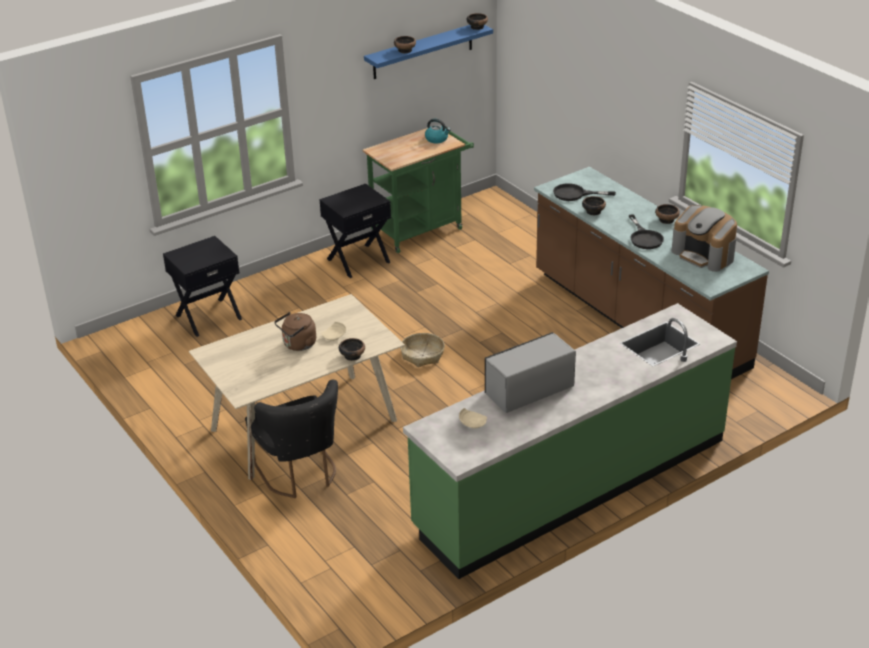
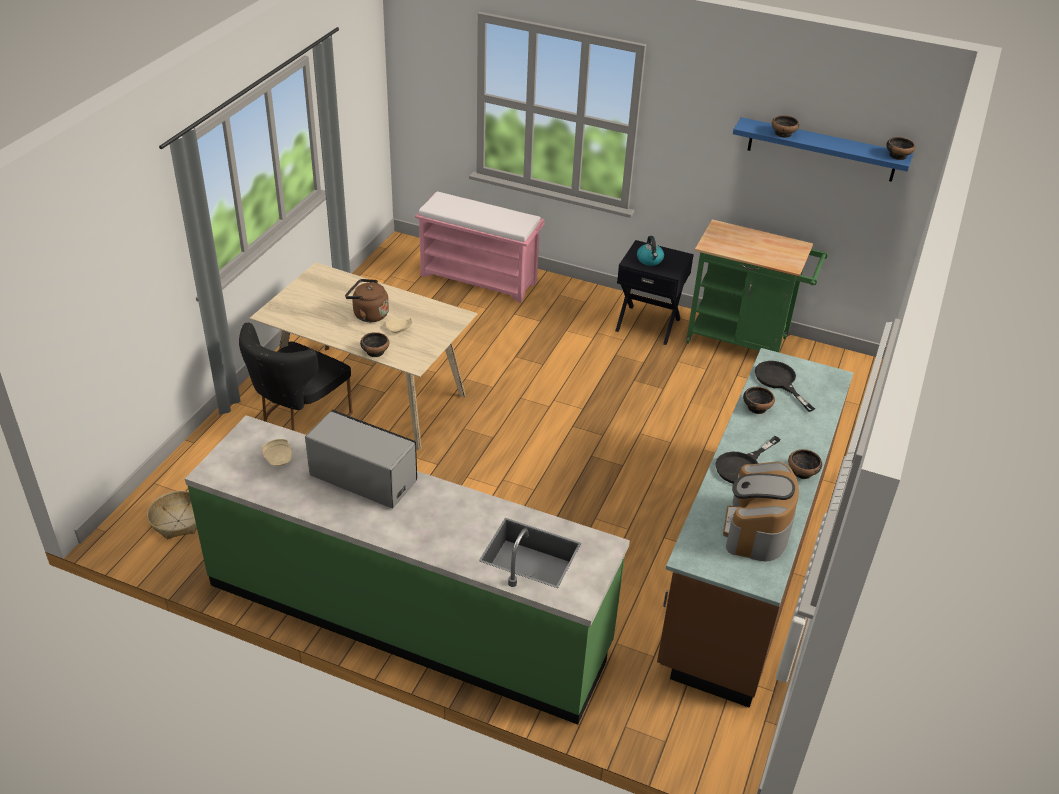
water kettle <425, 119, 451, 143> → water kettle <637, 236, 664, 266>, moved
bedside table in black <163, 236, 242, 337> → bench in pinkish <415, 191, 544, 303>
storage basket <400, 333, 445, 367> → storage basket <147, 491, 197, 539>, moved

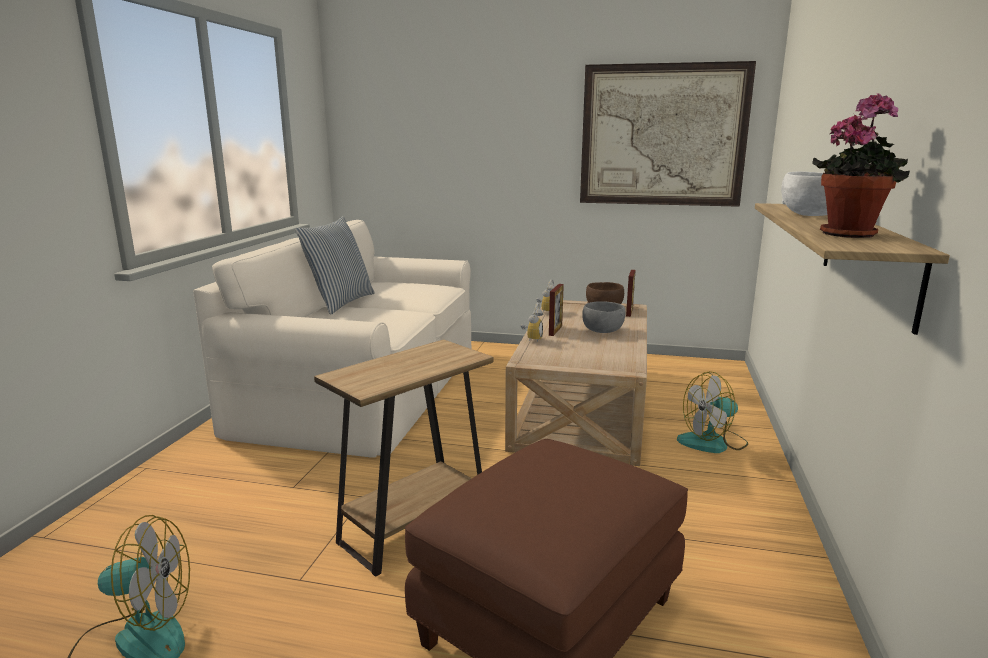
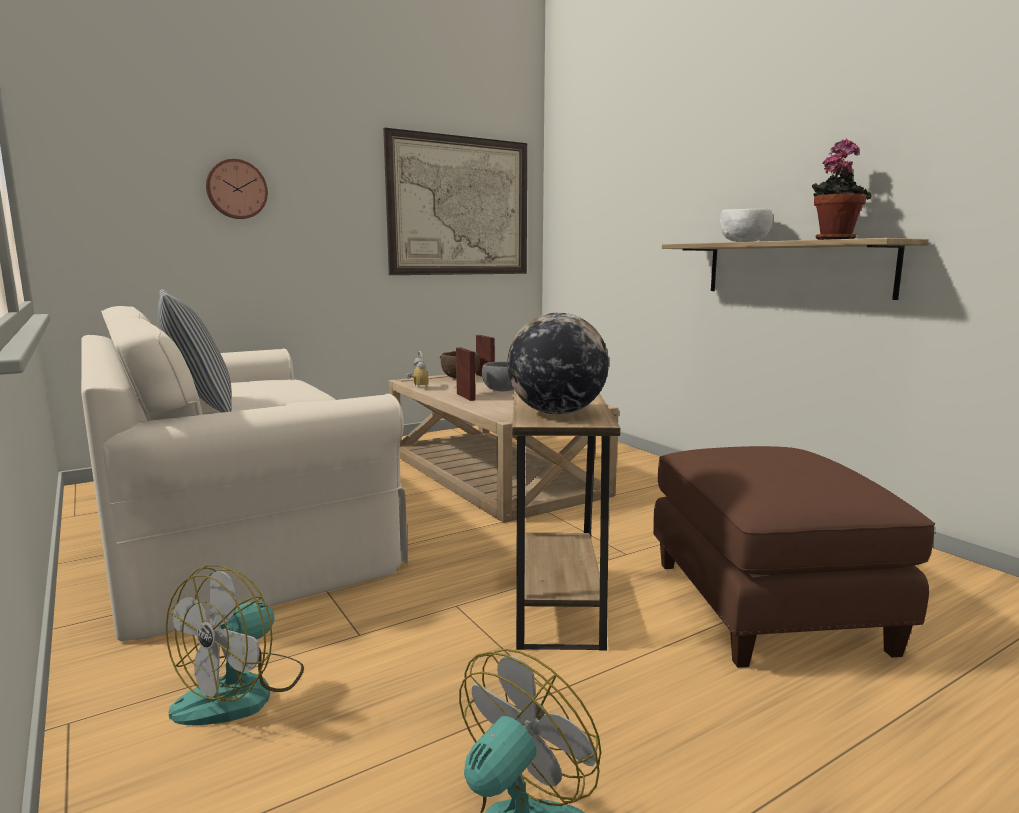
bedside clock <520, 303, 543, 342> → -
cooling fan <677, 371, 748, 453> → cooling fan <166, 565, 304, 725>, moved
- → wall clock <206, 159, 268, 219>
- → globe <507, 313, 609, 415>

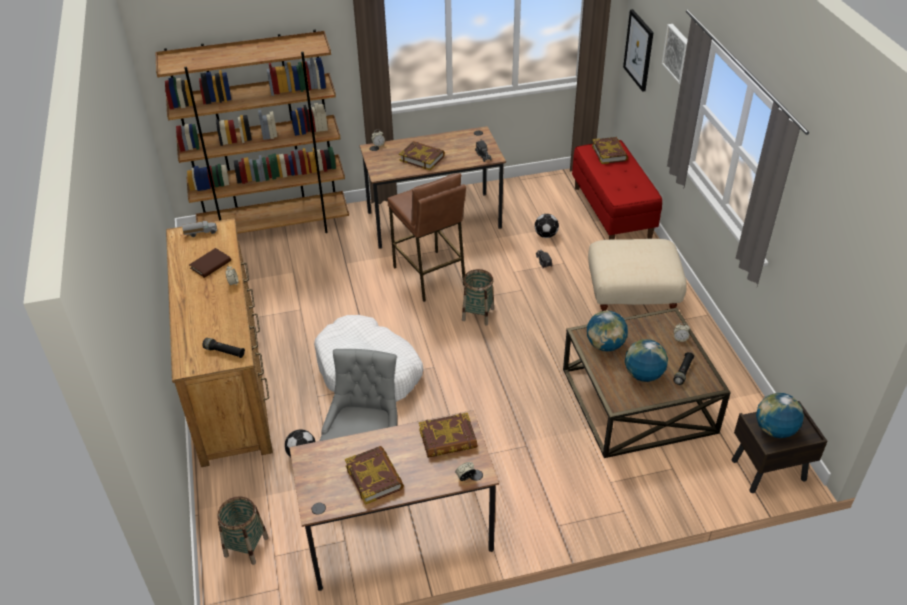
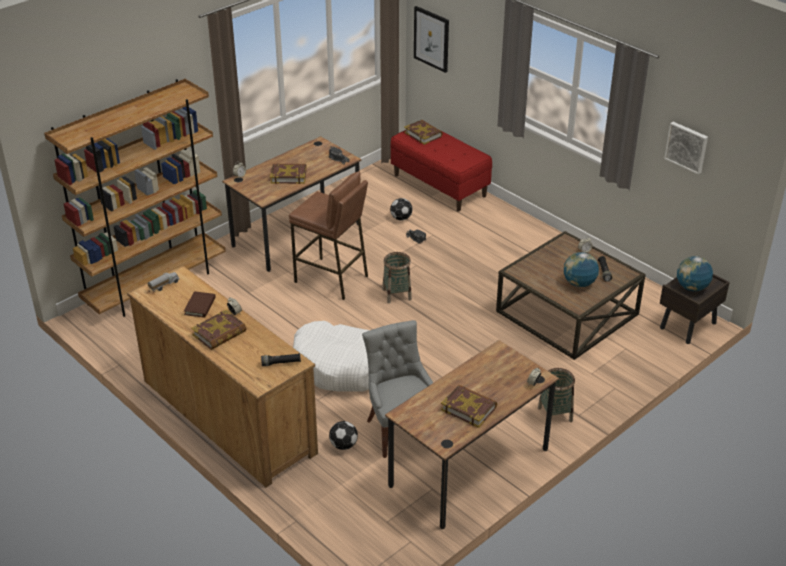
picture <662, 24, 688, 84> → picture <664, 122, 708, 174>, moved
ottoman in sand-coloured <588, 239, 687, 311> → -
globe <587, 311, 628, 352> → -
bound book <419, 413, 477, 458> → bound book <191, 310, 247, 350>, moved
storage basket <217, 497, 269, 565> → storage basket <538, 368, 575, 422>, moved

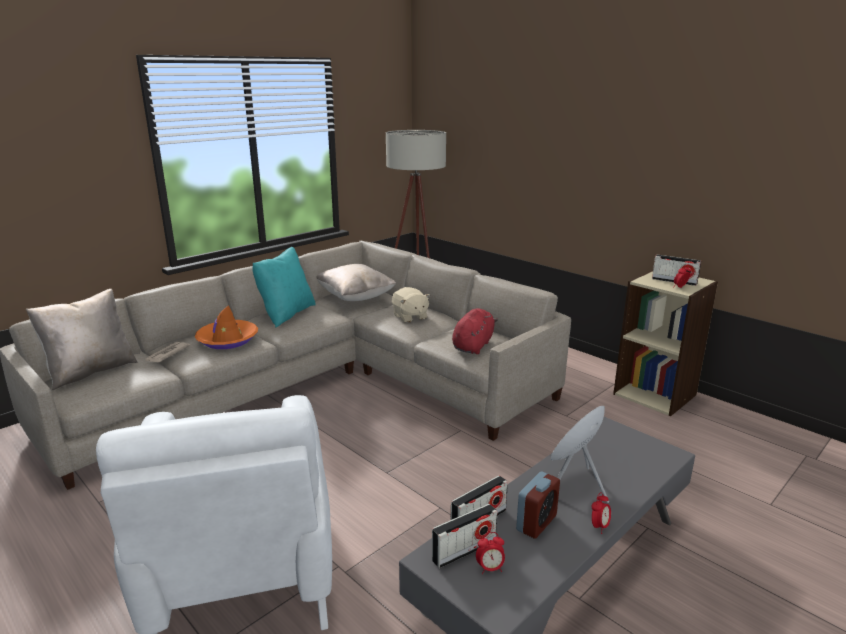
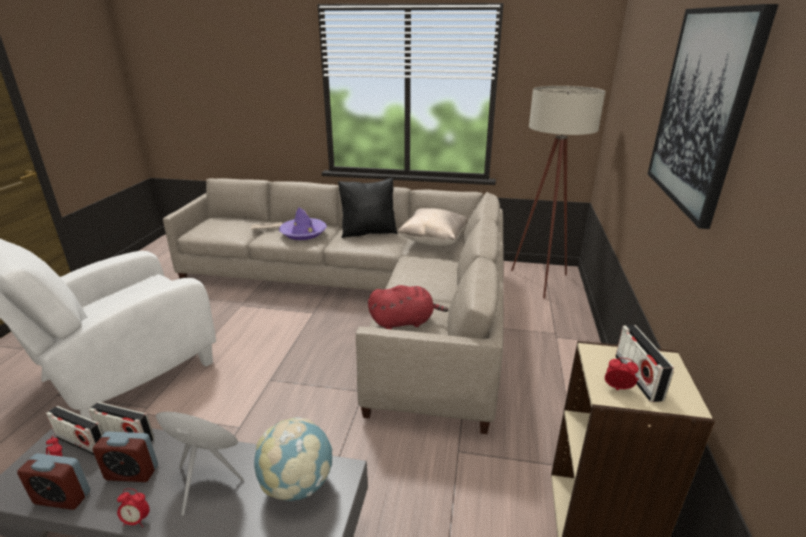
pillow in turquoise-coloured <252, 247, 316, 327> → pillow in black <338, 178, 397, 238>
cuddly toy in sand-coloured <392, 287, 430, 323> → -
pillow in sand-coloured <26, 289, 138, 390> → -
hat in orange-coloured <194, 305, 258, 349> → hat in purplish <279, 207, 327, 240>
- → picture <648, 4, 779, 229>
- → globe <254, 417, 333, 501>
- → bedside clock <17, 453, 90, 510>

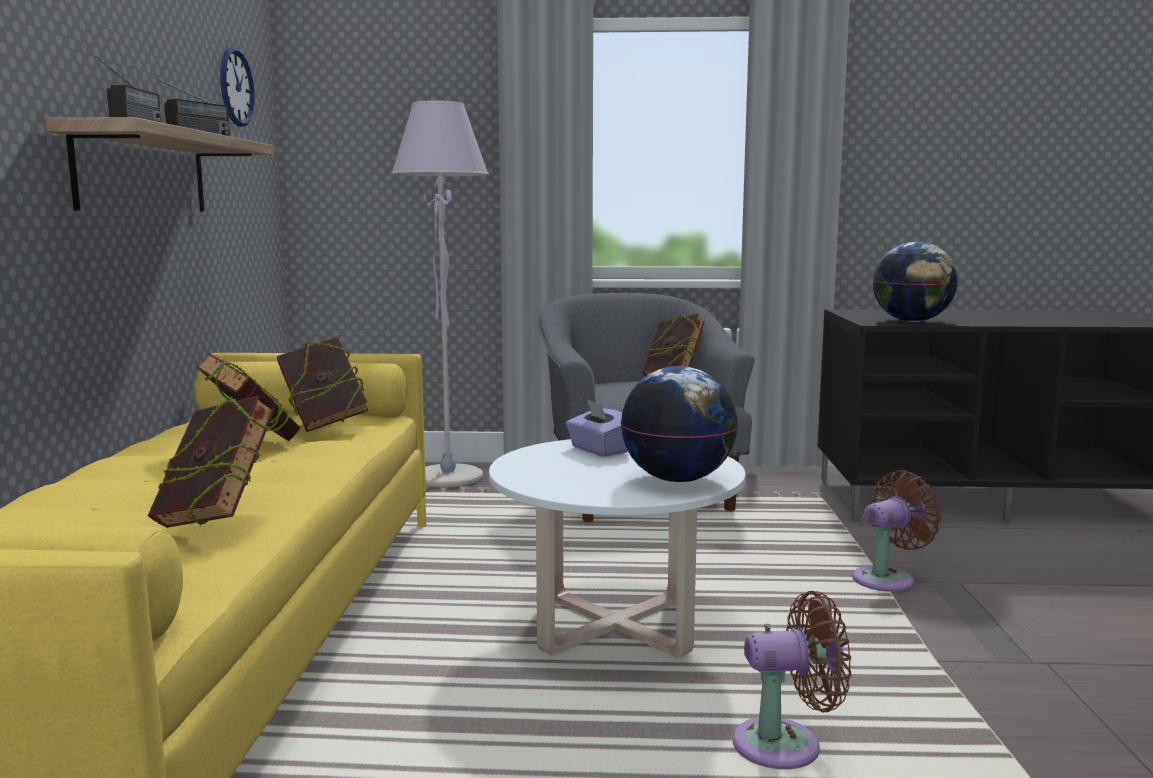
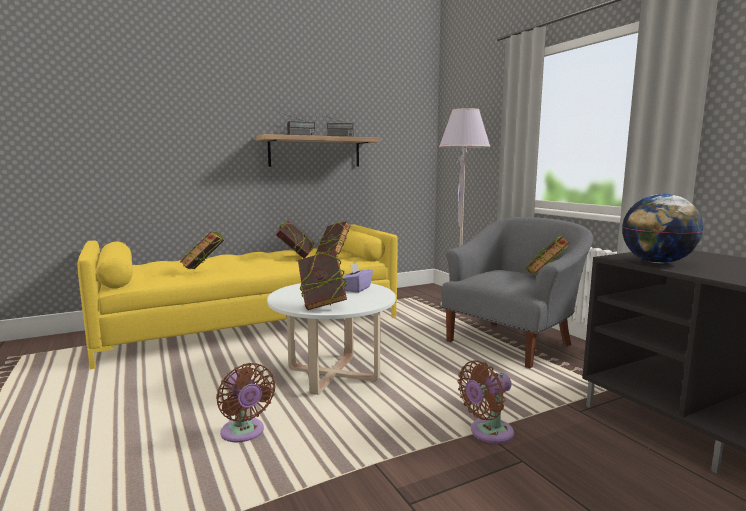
wall clock <220, 47, 254, 127> → -
globe <620, 366, 738, 482> → bound book <298, 250, 347, 310>
cooling fan in brown-coloured <852, 470, 941, 593> → cooling fan in brown-coloured <458, 360, 514, 444>, 120 degrees clockwise

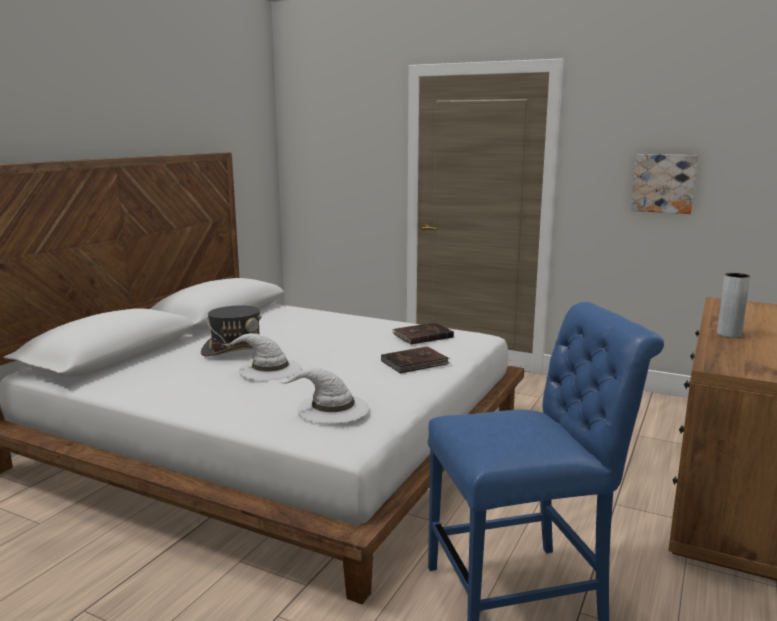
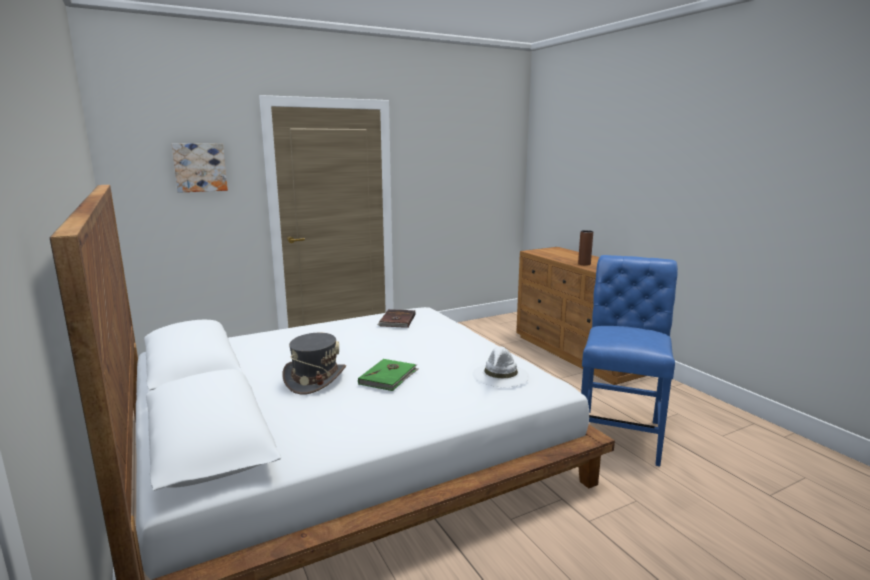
picture <631, 154, 698, 214> → picture <171, 143, 228, 193>, moved
flower vase in gray <717, 273, 750, 338> → flower vase in brown-coloured <578, 230, 593, 266>
hat in whitish <223, 333, 301, 380> → bound book in green <358, 359, 419, 391>
bound book in brown-coloured <381, 346, 450, 373> → -

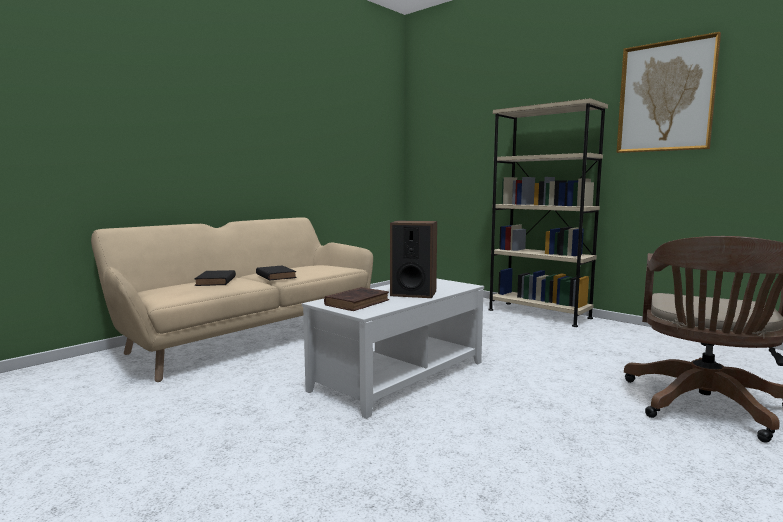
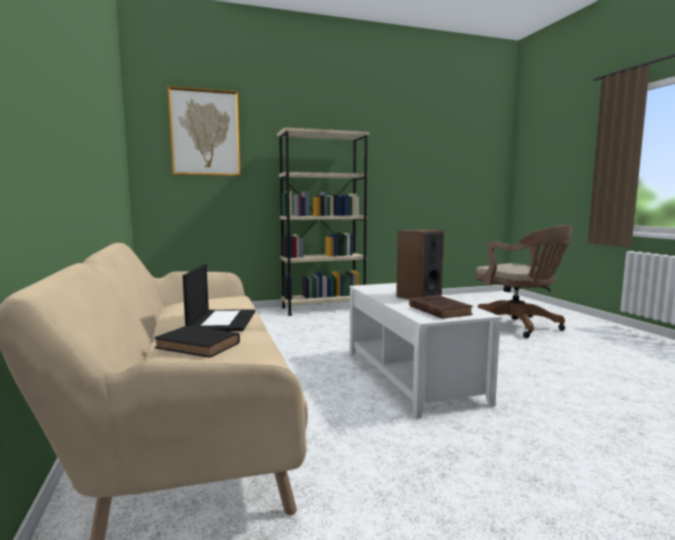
picture <616, 32, 721, 153> → picture <167, 86, 241, 176>, moved
bound book in black <256, 266, 297, 281> → laptop <183, 264, 255, 331>

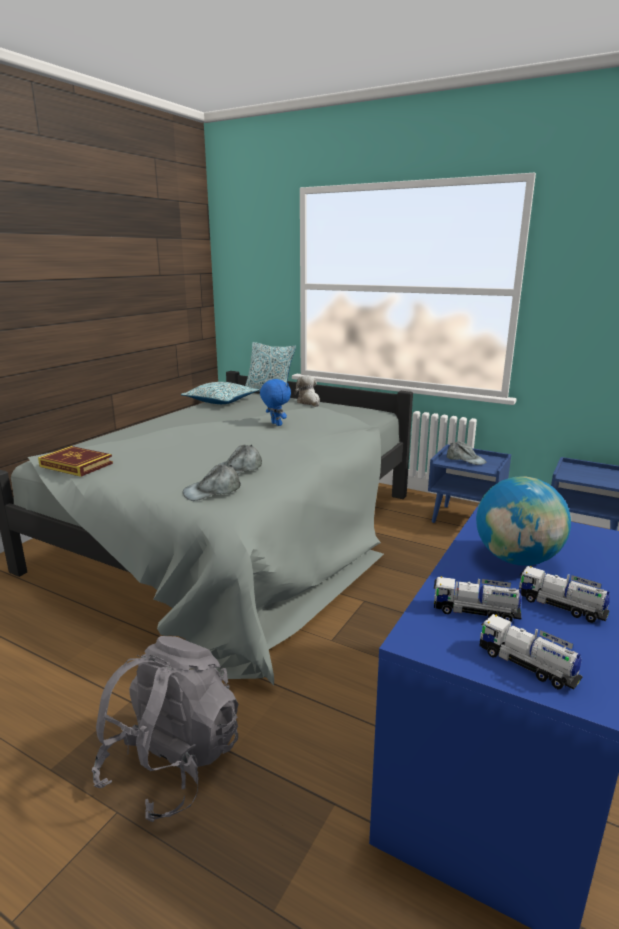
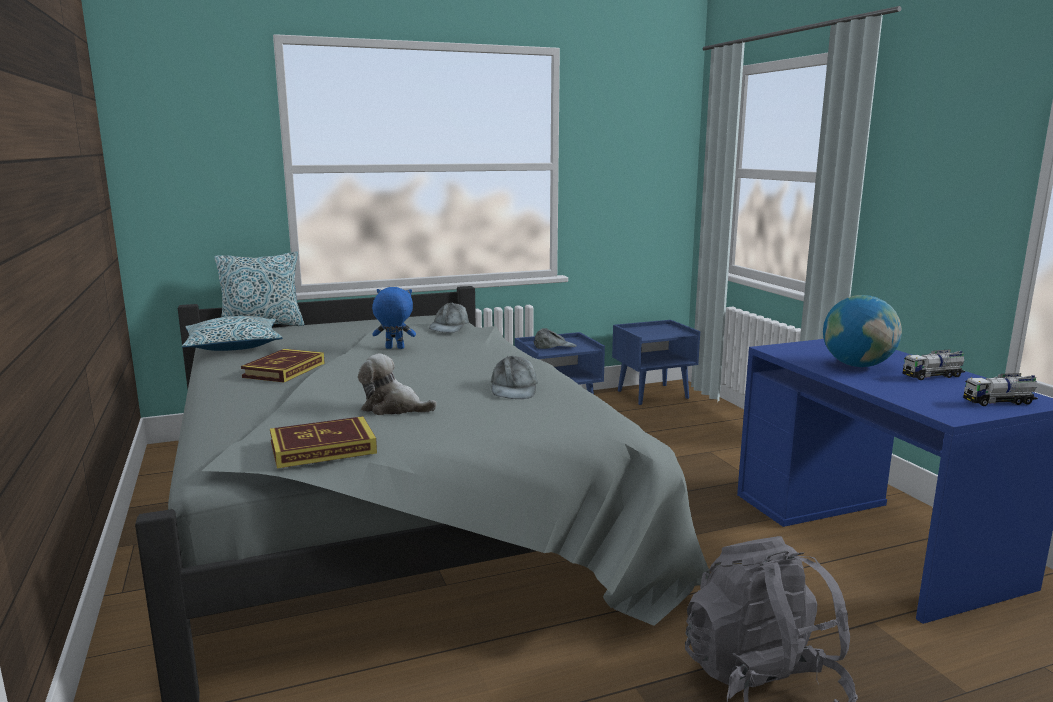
cuddly toy <295, 375, 320, 407> → cuddly toy <358, 353, 437, 415>, moved
baseball cap in gray <183, 465, 241, 501> → baseball cap in gray <429, 303, 469, 333>, moved
toy truck <434, 576, 522, 622> → -
- → bound book <241, 349, 325, 382>

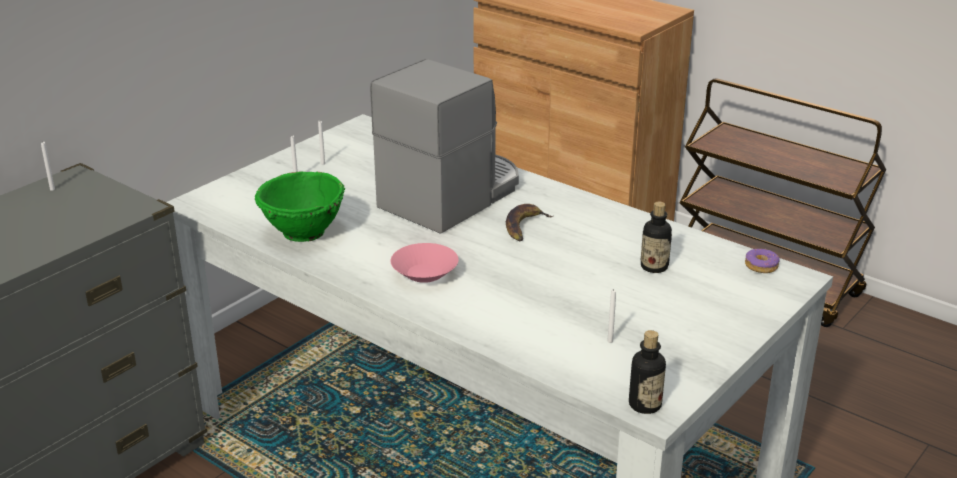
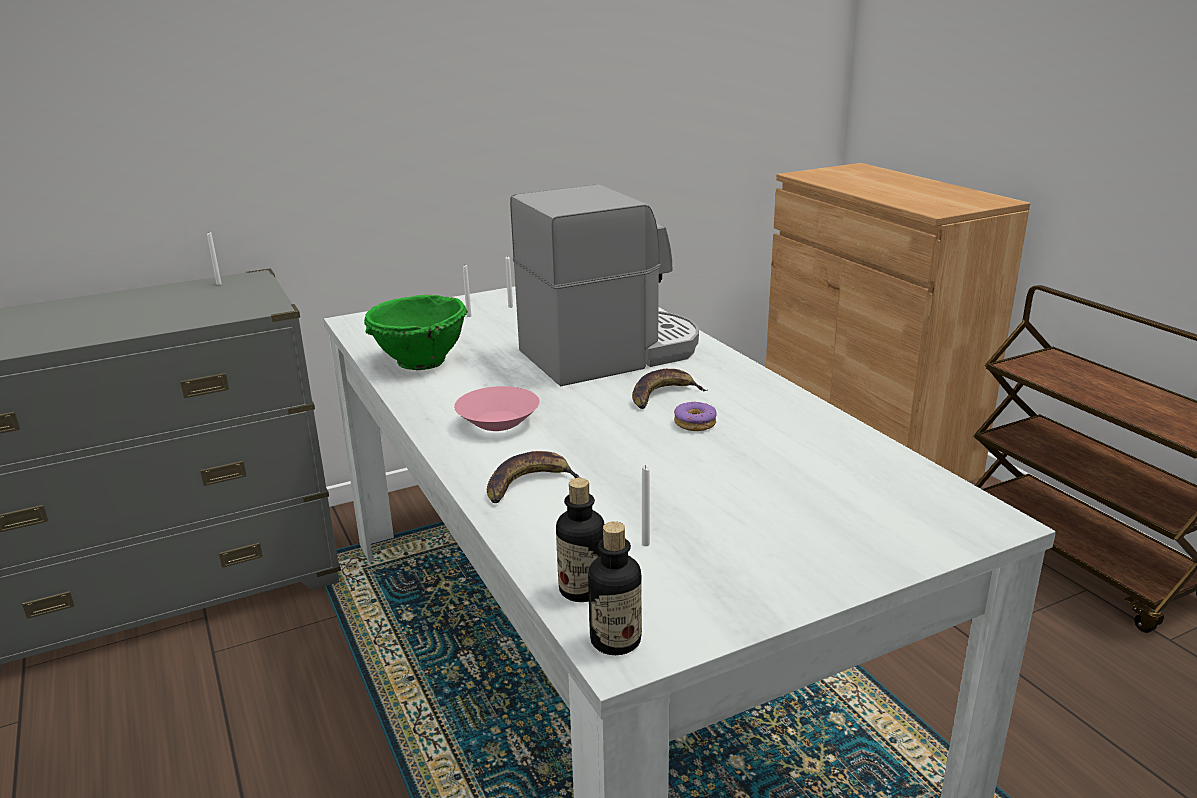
beverage bottle <641, 201, 672, 273> → beverage bottle <556, 478, 604, 602>, moved
donut <745, 249, 780, 273> → donut <674, 401, 717, 431>, moved
- → banana <487, 451, 580, 503>

